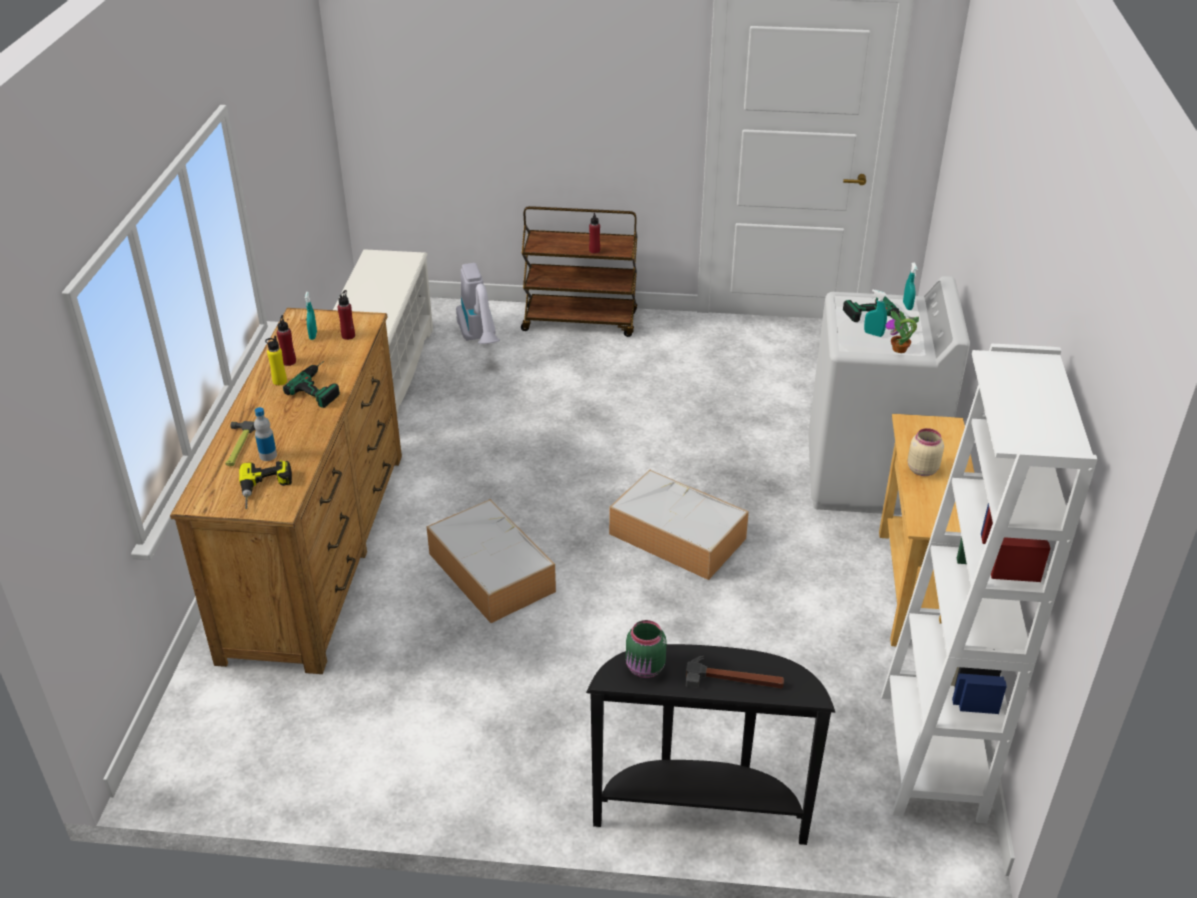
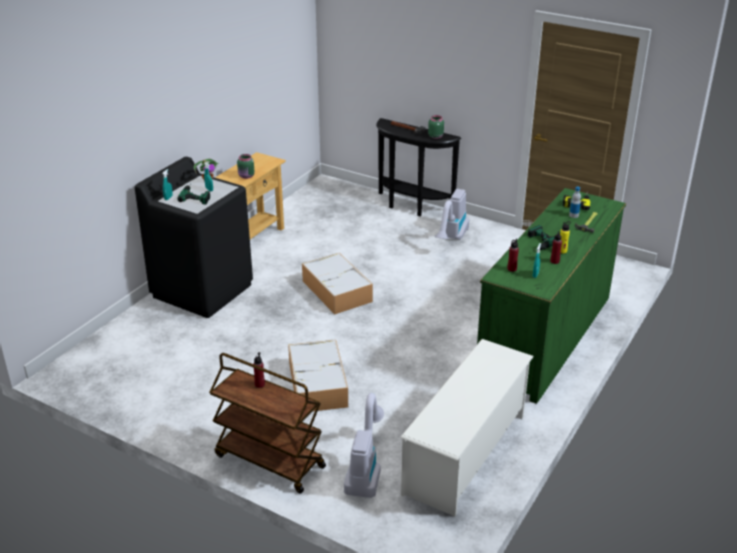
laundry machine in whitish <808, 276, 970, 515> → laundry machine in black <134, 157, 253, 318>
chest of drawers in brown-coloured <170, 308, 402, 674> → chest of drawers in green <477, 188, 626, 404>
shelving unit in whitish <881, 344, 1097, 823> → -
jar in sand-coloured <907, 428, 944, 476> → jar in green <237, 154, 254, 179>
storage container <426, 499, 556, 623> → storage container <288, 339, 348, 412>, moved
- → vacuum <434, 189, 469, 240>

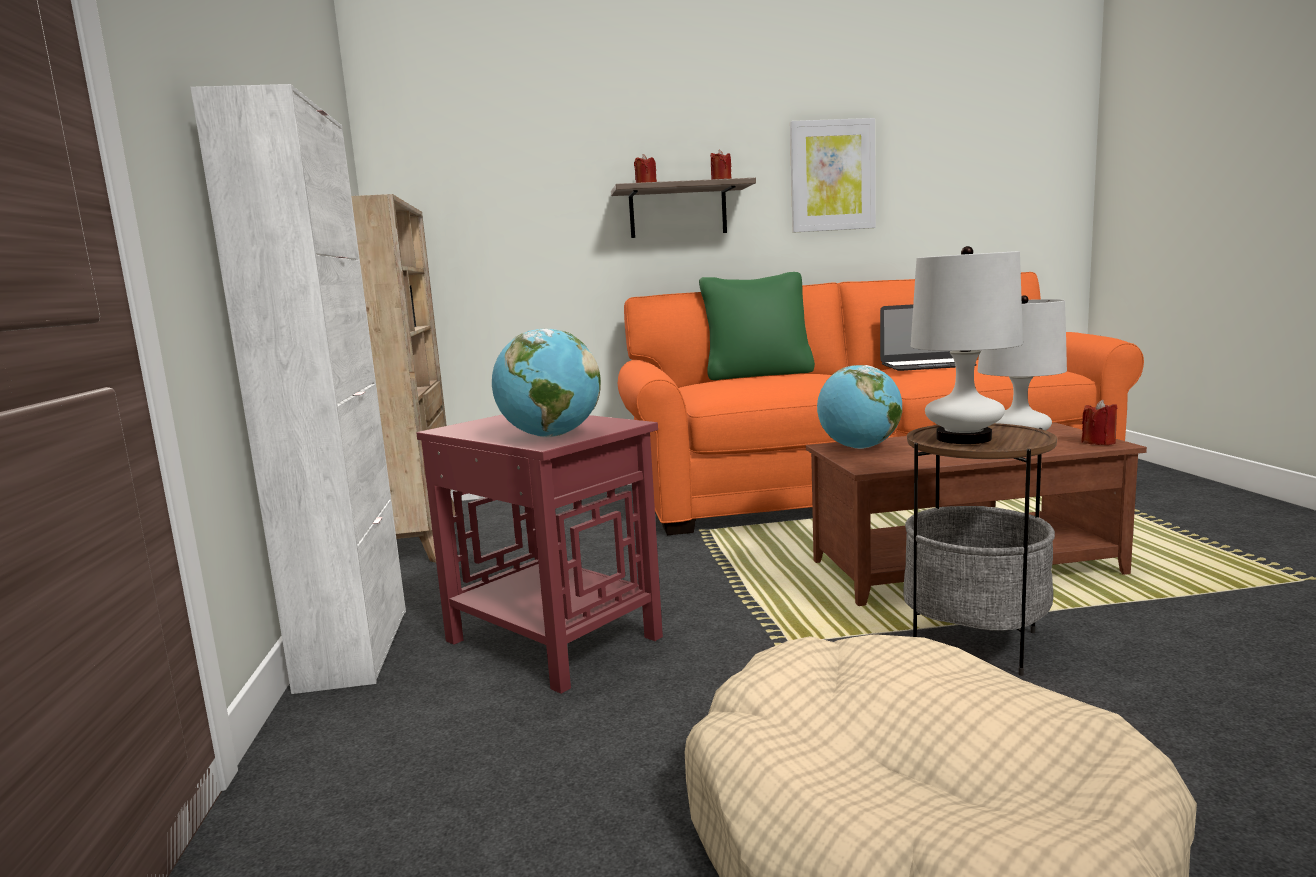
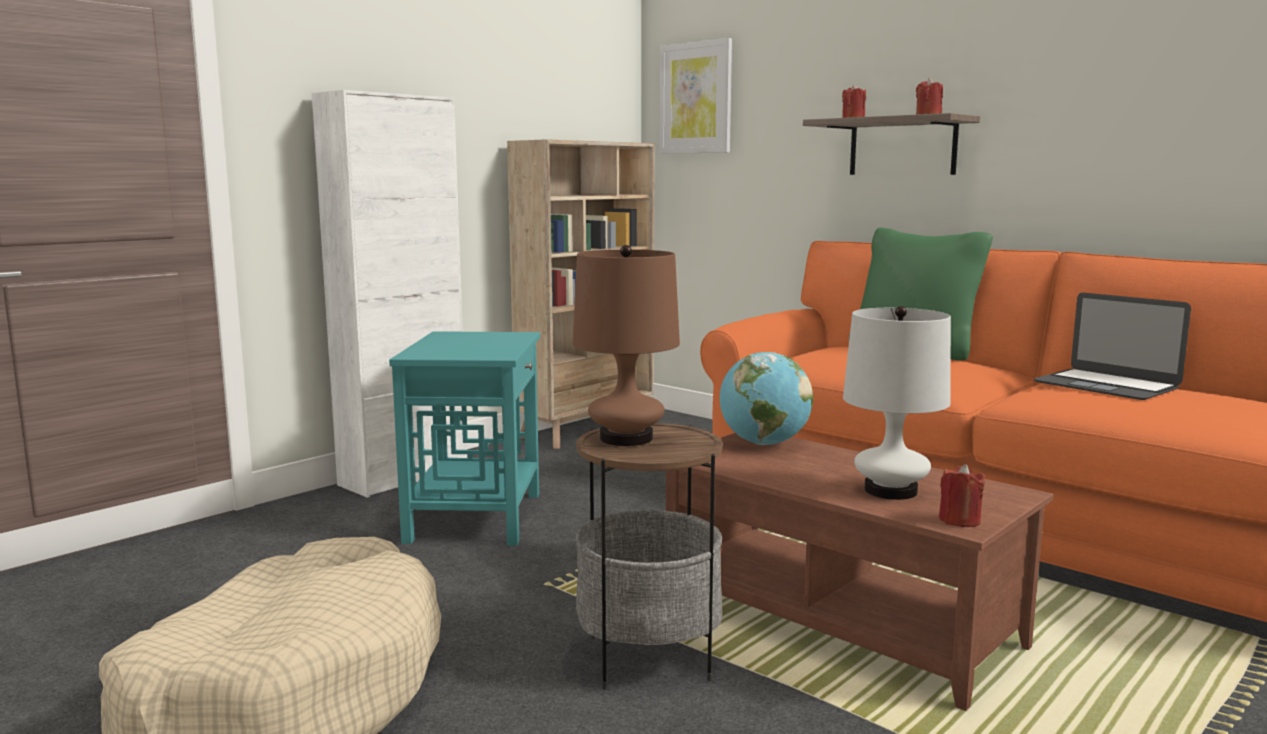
picture <790, 118, 876, 233> → picture <659, 38, 732, 154>, moved
table lamp in whitish <911, 246, 1023, 444> → table lamp in brown-coloured <573, 245, 680, 446>
globe <492, 329, 601, 438> → -
accent table in red <416, 414, 663, 694> → accent table in turquoise-coloured <389, 331, 540, 546>

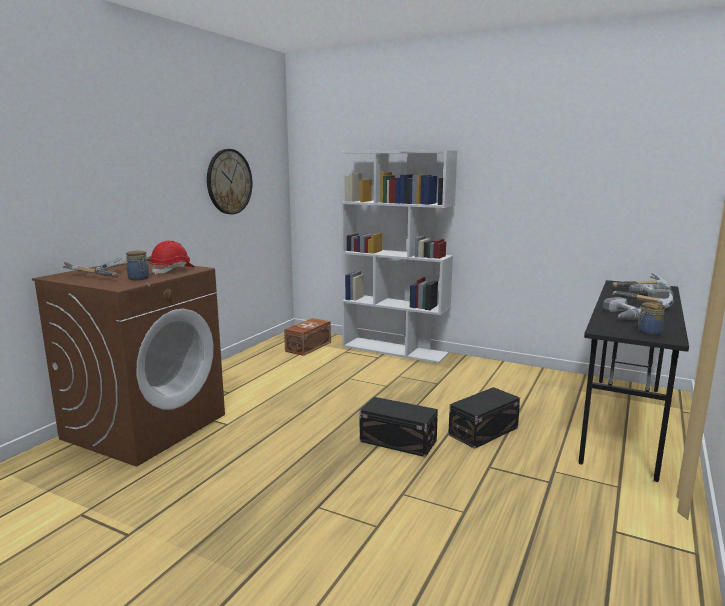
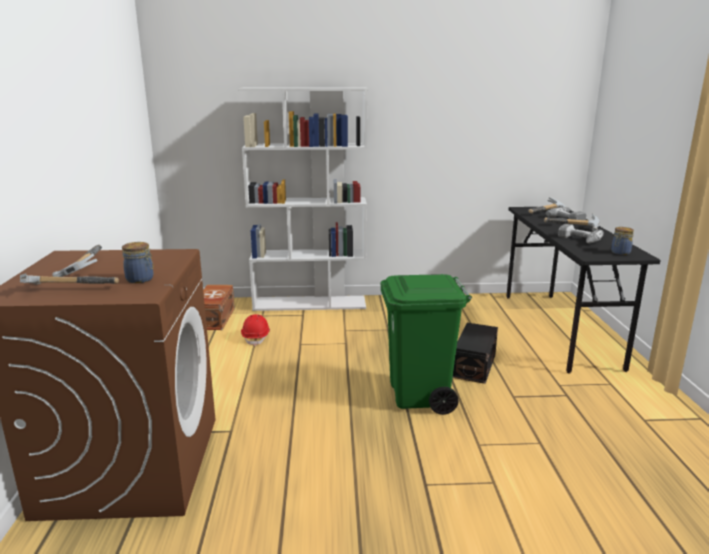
wall clock <207, 149, 252, 214> → -
safety helmet in red <149, 241, 195, 275> → safety helmet in red <241, 314, 270, 346>, moved
storage container in black <360, 397, 438, 457> → rubbish bin in green <381, 274, 472, 415>

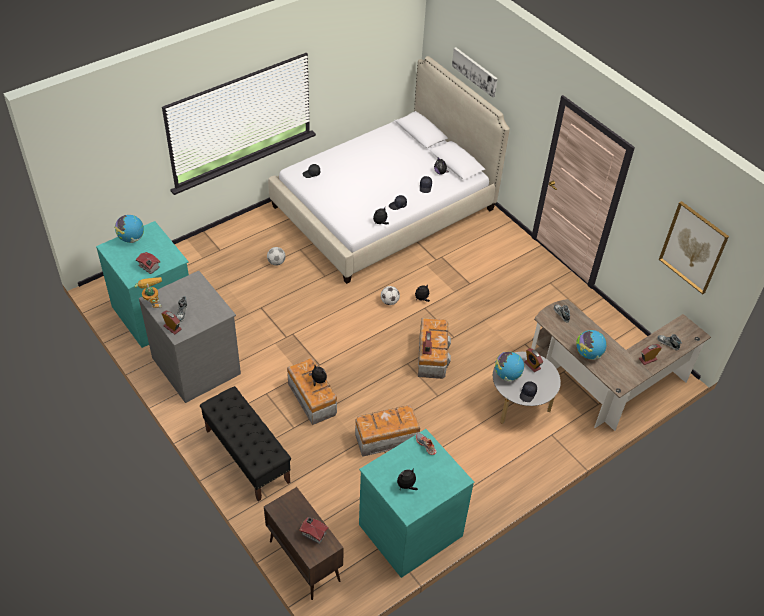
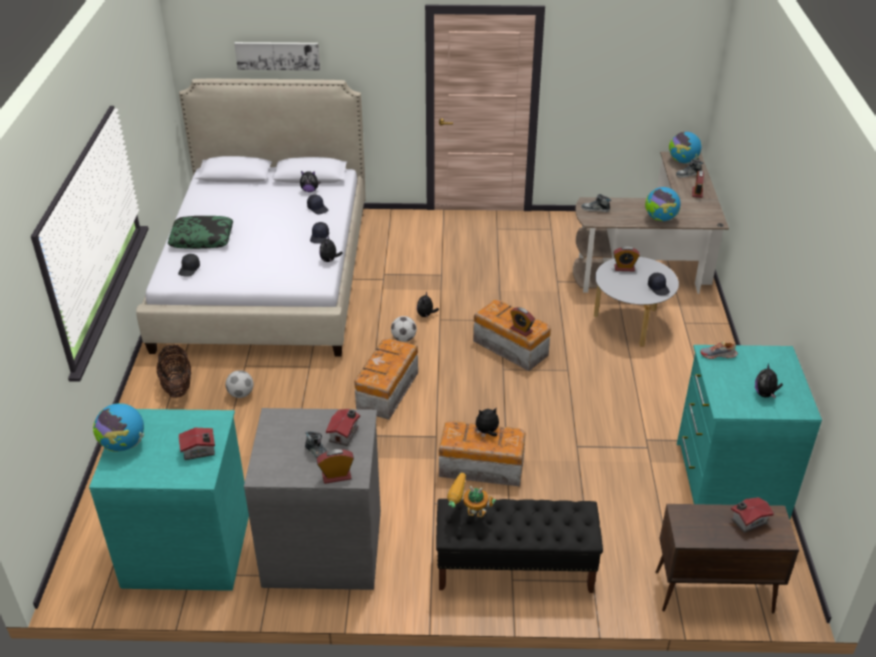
picture <659, 201, 729, 294> → -
robot figure <134, 277, 162, 308> → robot figure <447, 473, 496, 518>, moved
globe <495, 352, 524, 381> → globe <669, 132, 701, 164>, moved
storage container <355, 405, 420, 457> → storage container <354, 338, 418, 420>, moved
- → pillow <168, 216, 233, 249>
- → storage basket <157, 344, 191, 398>
- → miniature house <326, 409, 360, 446>

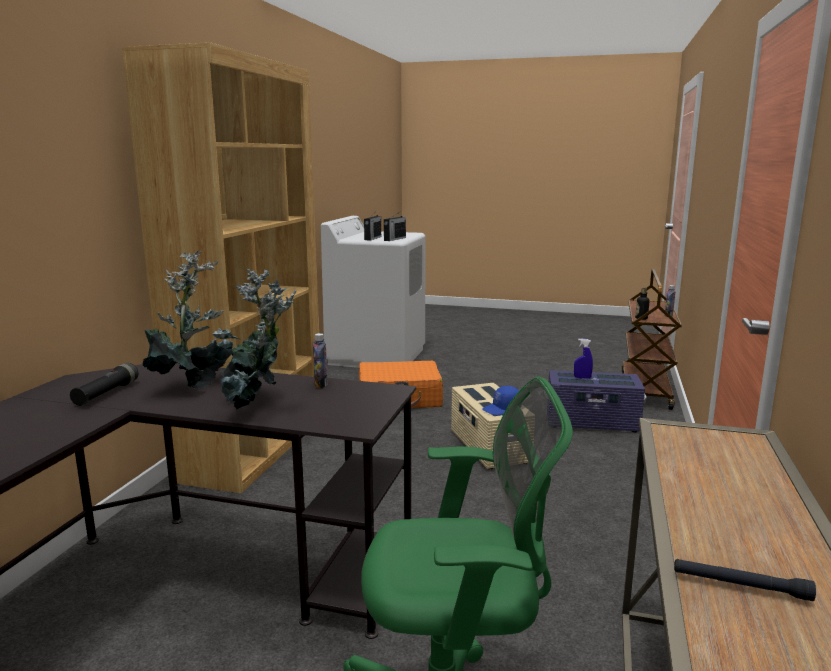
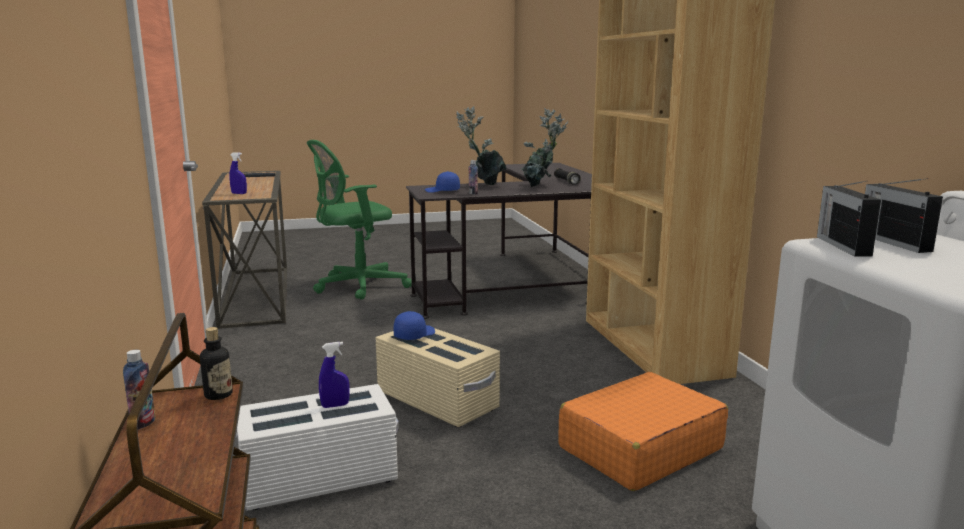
storage container in purplish <544, 370, 647, 433> → storage container in whitish <233, 384, 399, 511>
- → hand sprayer in blue-coloured <229, 152, 247, 194>
- → baseball cap in blue-coloured <425, 171, 460, 193>

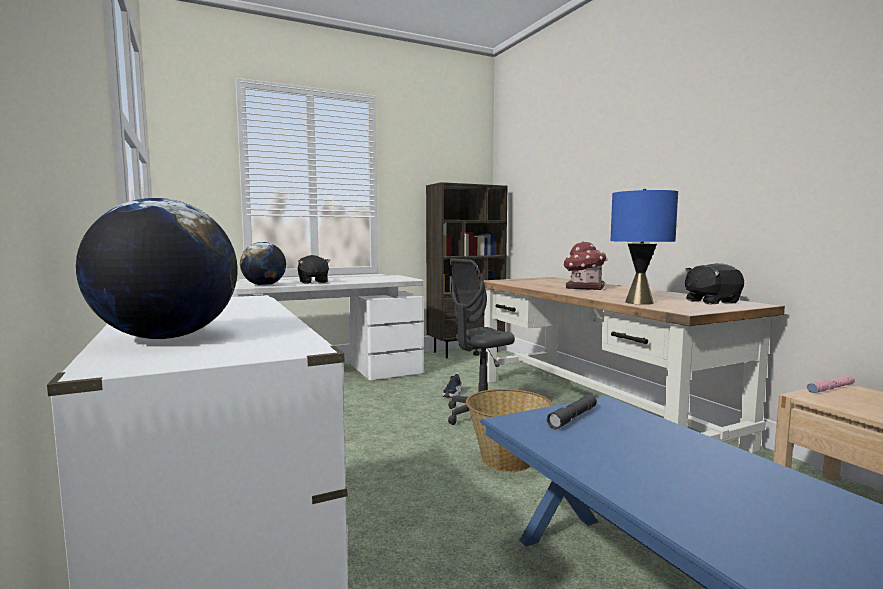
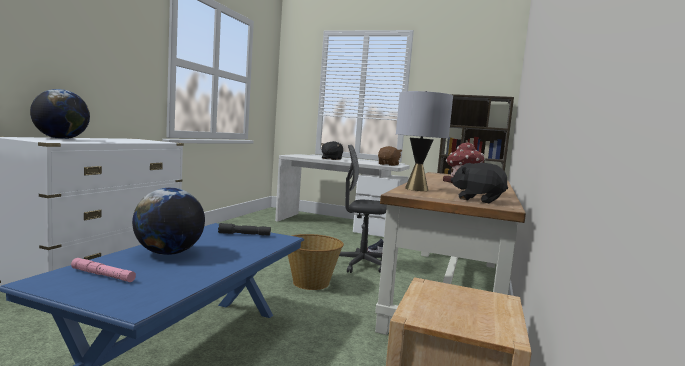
table lamp in blue-coloured <610, 189, 678, 305> → table lamp in gray <396, 91, 453, 191>
globe <240, 242, 286, 286> → globe <132, 188, 205, 255>, moved
torch in pinkish <807, 376, 855, 393> → torch in pinkish <71, 258, 136, 282>, moved
- → cuddly toy in brown-coloured <378, 146, 402, 166>

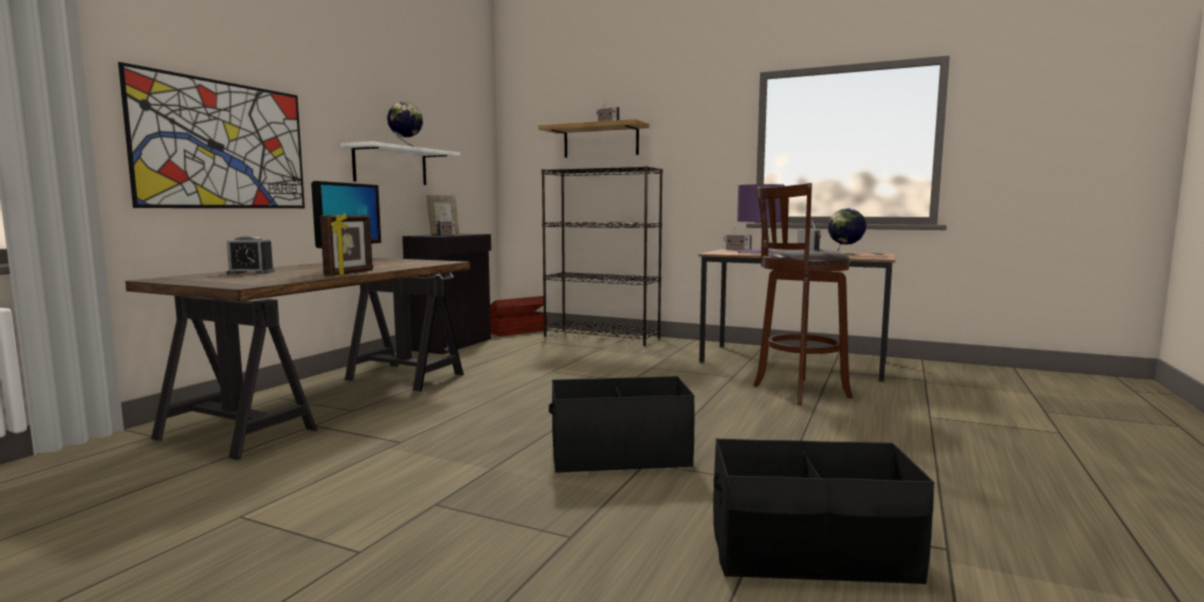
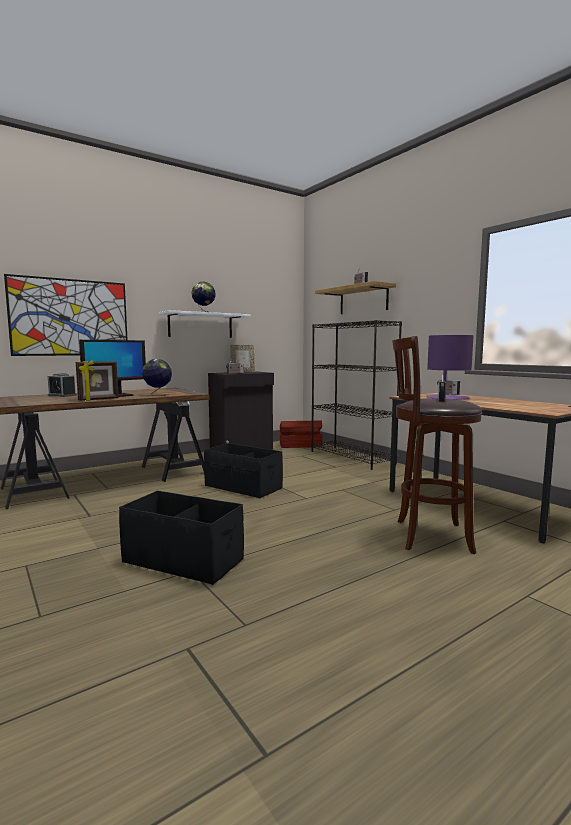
globe <828, 208, 866, 255> → globe <142, 359, 172, 396>, moved
storage container in black <713, 439, 934, 584> → storage container in black <204, 443, 283, 498>, moved

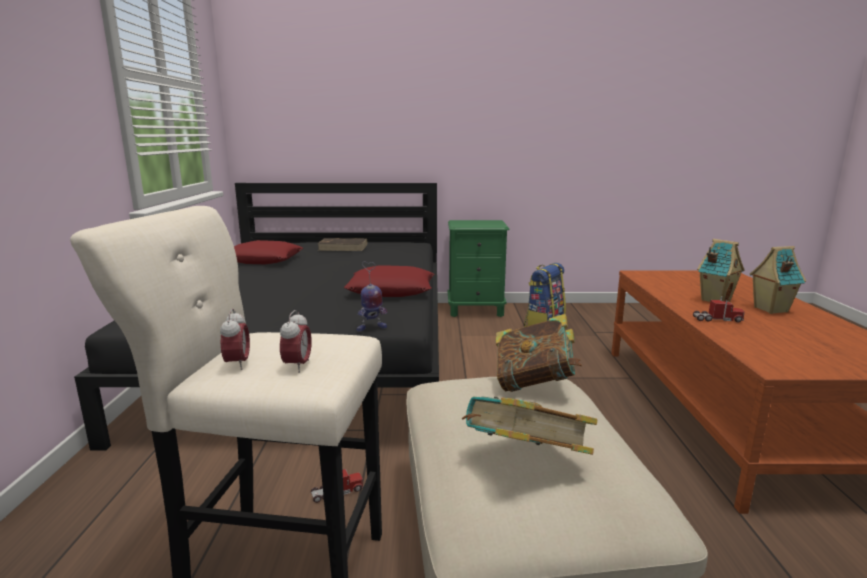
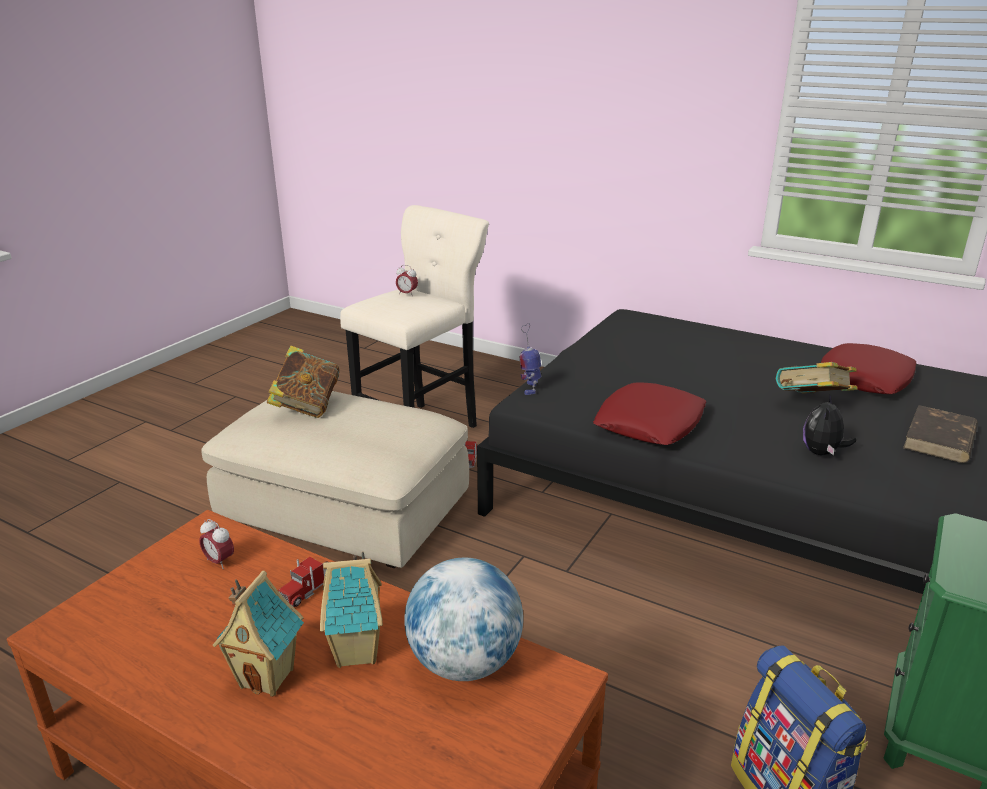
bedside clock <280, 310, 312, 373> → bedside clock <199, 519, 234, 569>, moved
bound book <496, 314, 582, 392> → bound book <776, 362, 858, 394>, moved
- → cuddly toy <803, 395, 856, 455>
- → globe <404, 558, 523, 681>

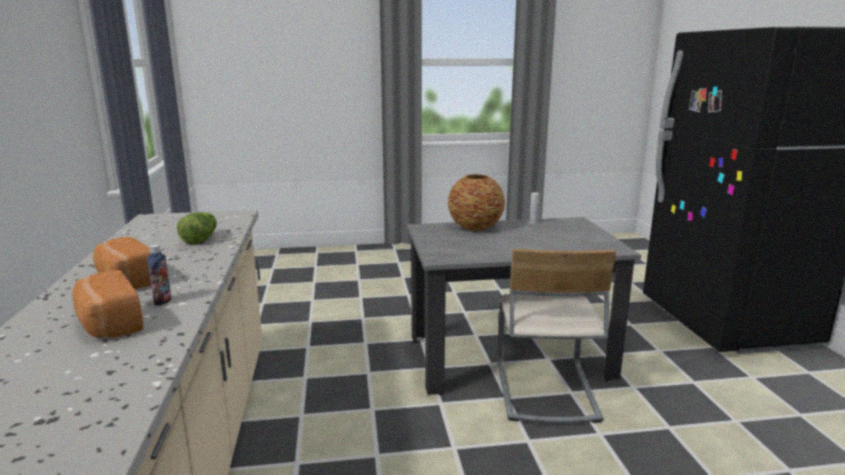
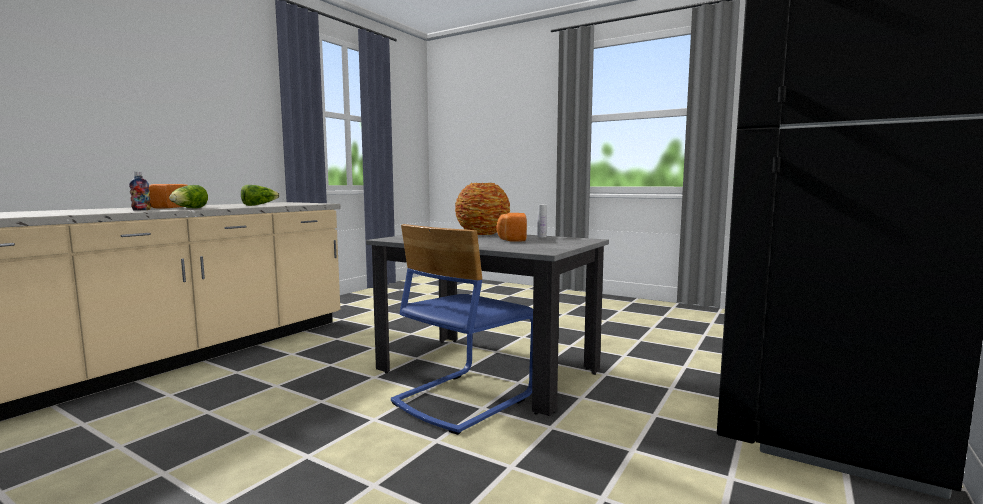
plain chair in sand-coloured <498, 249, 616, 423> → plain chair in blue-coloured <391, 224, 533, 435>
bakery bread <72, 270, 143, 339> → bakery bread <496, 213, 527, 242>, moved
- → head of lettuce <169, 185, 208, 208>

